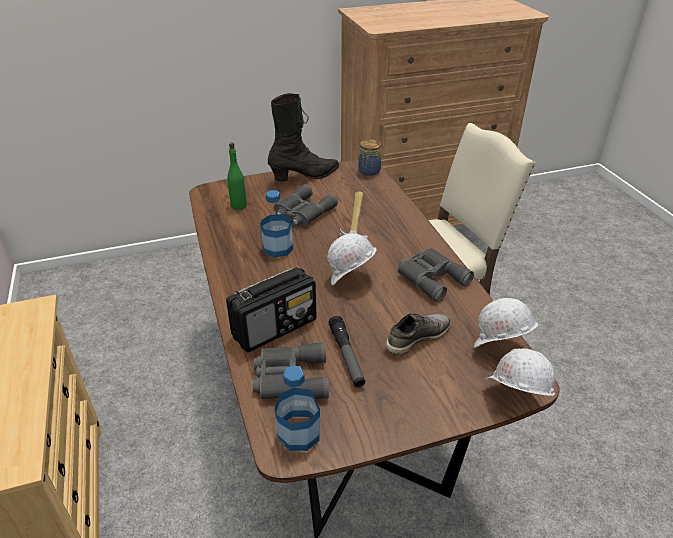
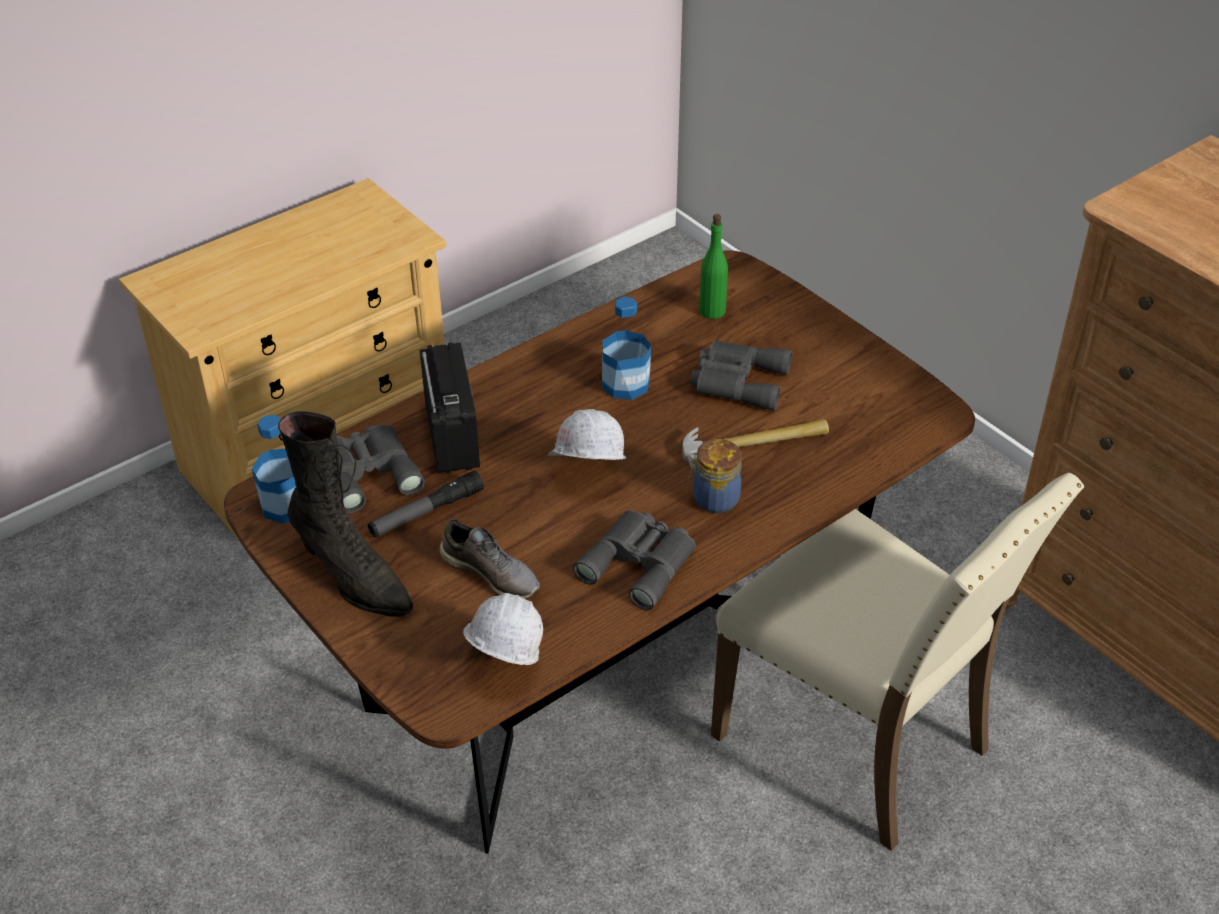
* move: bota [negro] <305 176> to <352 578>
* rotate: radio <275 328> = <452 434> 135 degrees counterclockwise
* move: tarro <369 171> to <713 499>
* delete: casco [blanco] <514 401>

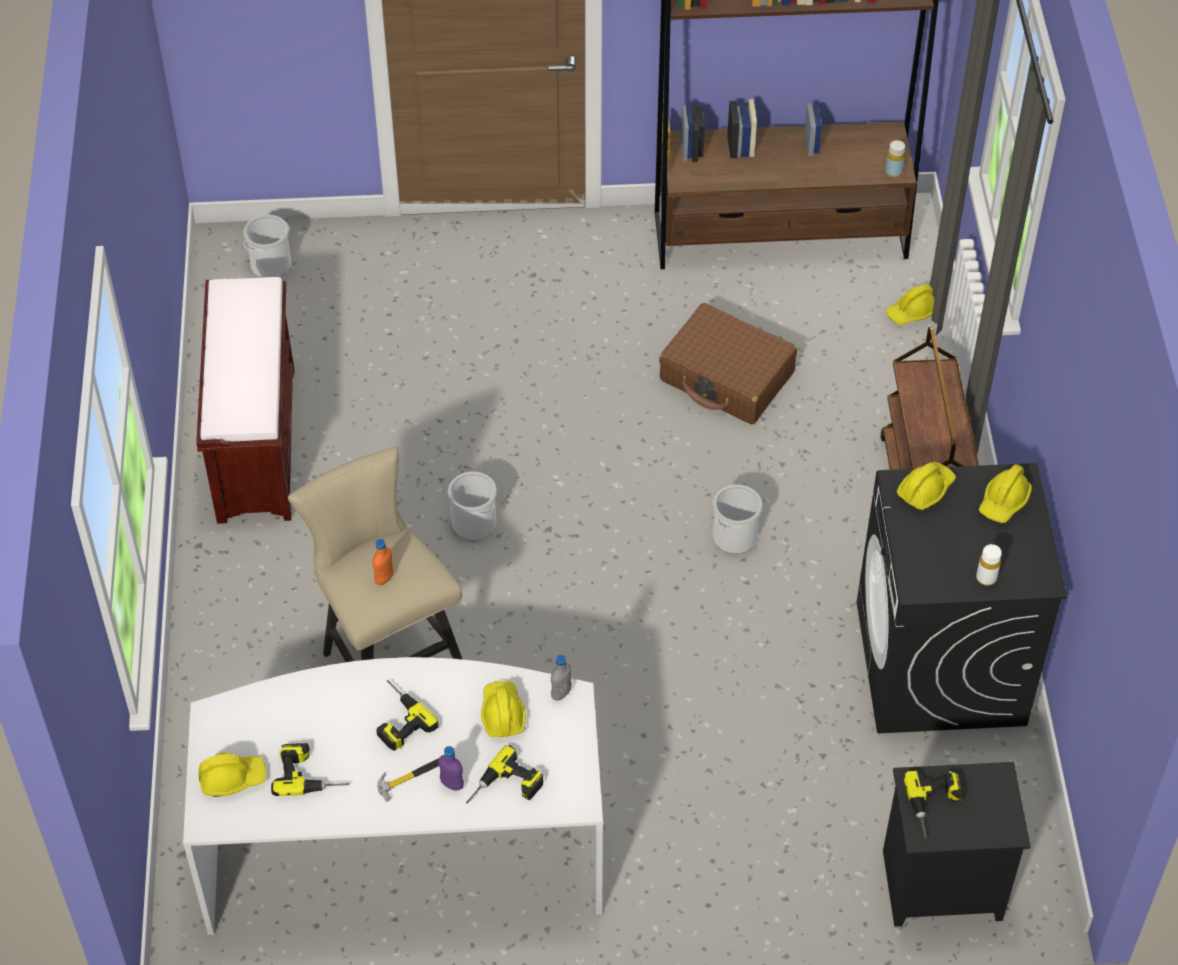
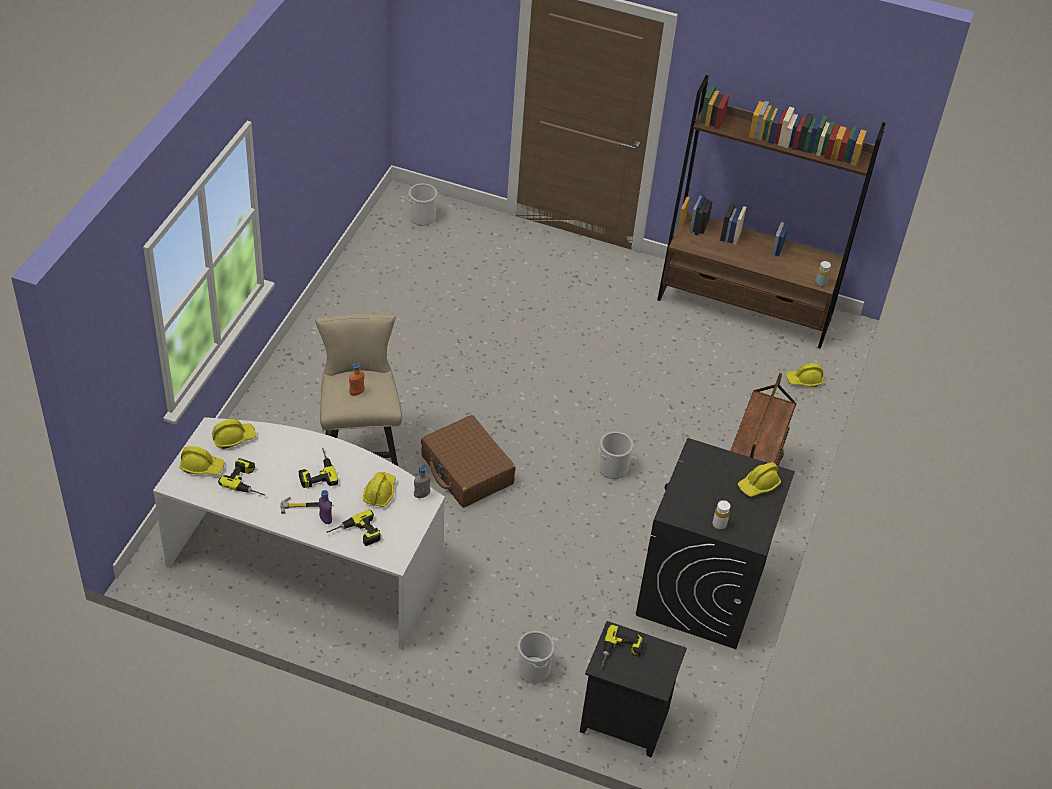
* move: casco [amarillo] <925 489> to <233 438>
* move: maleta [marrón] <727 377> to <467 470>
* move: cubo <473 523> to <533 669>
* delete: banco [marrón] <255 442>

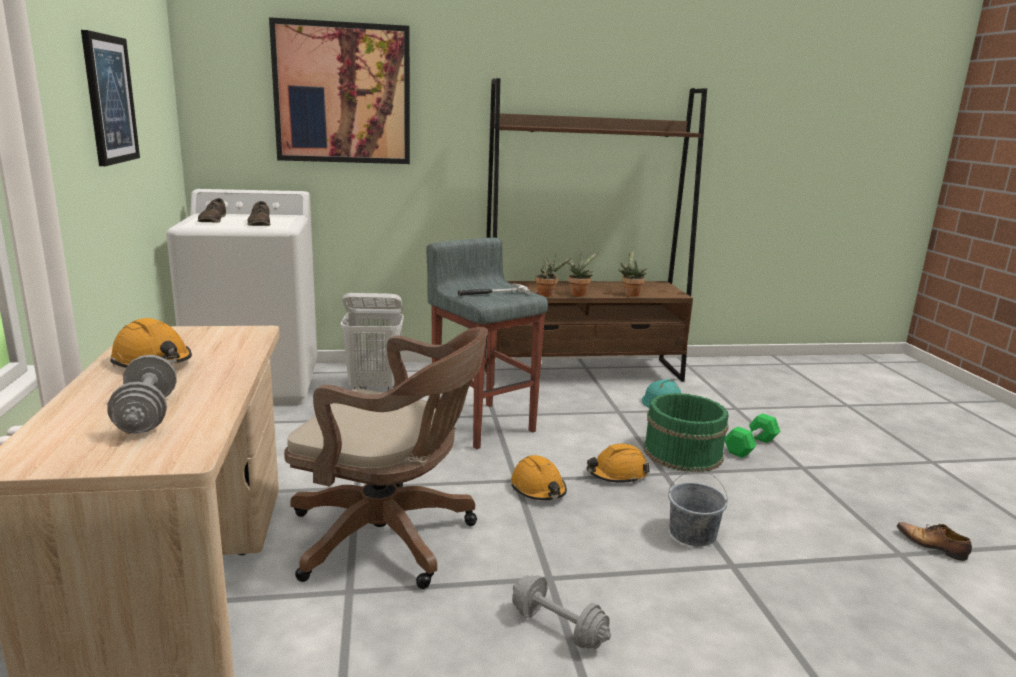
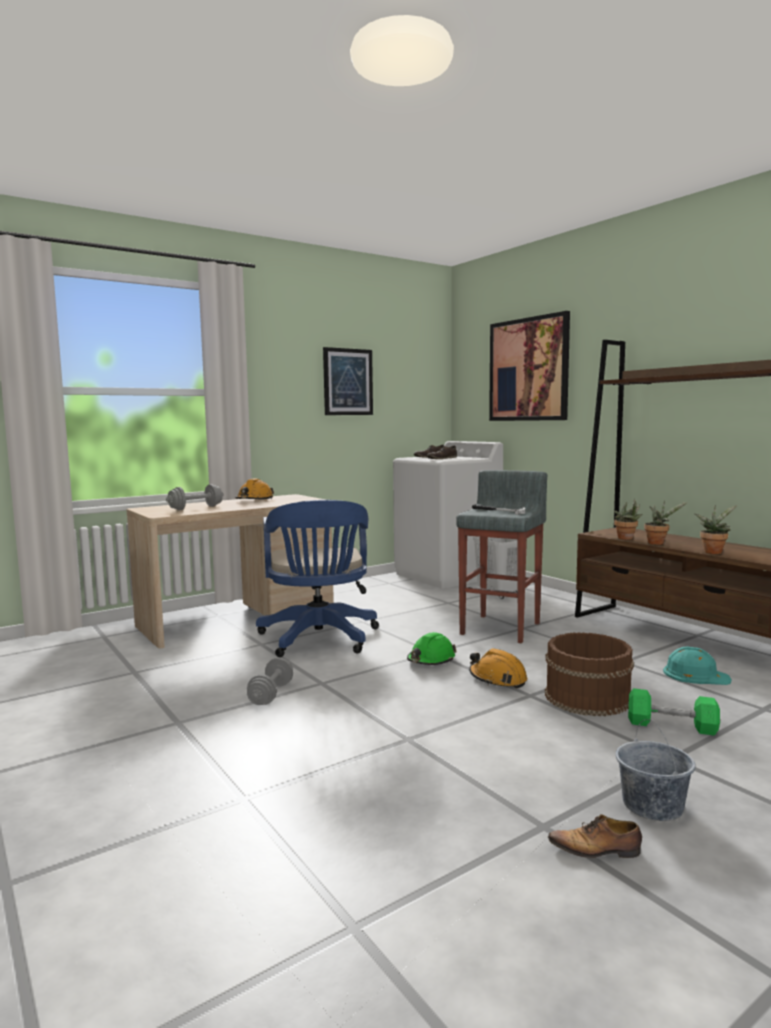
* recolor: silla de oficina [marrón] <390 538> to silla de oficina [azul] <319 640>
* recolor: casco [naranja] <538 489> to casco [verde] <431 660>
* recolor: cubo [verde] <682 453> to cubo [marrón] <586 697>
* rotate: zapato <932 546> = <596 850> 105 degrees counterclockwise
* move: cubo [gris] <693 534> to <652 805>

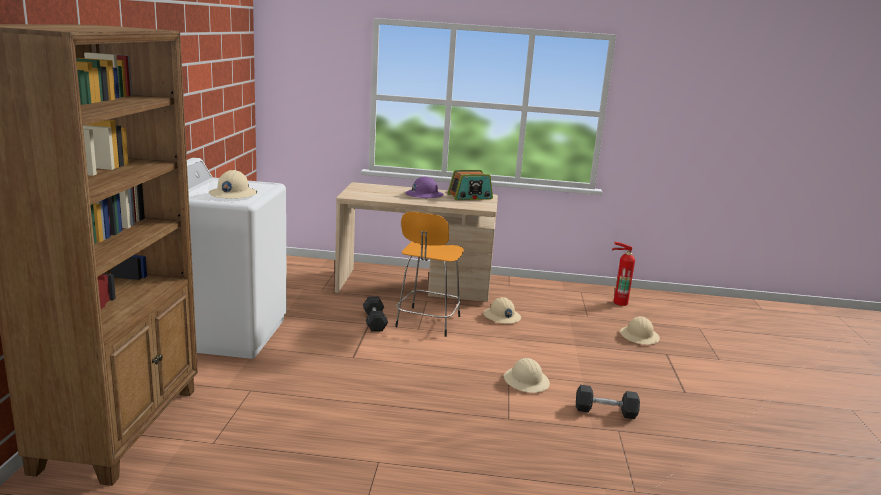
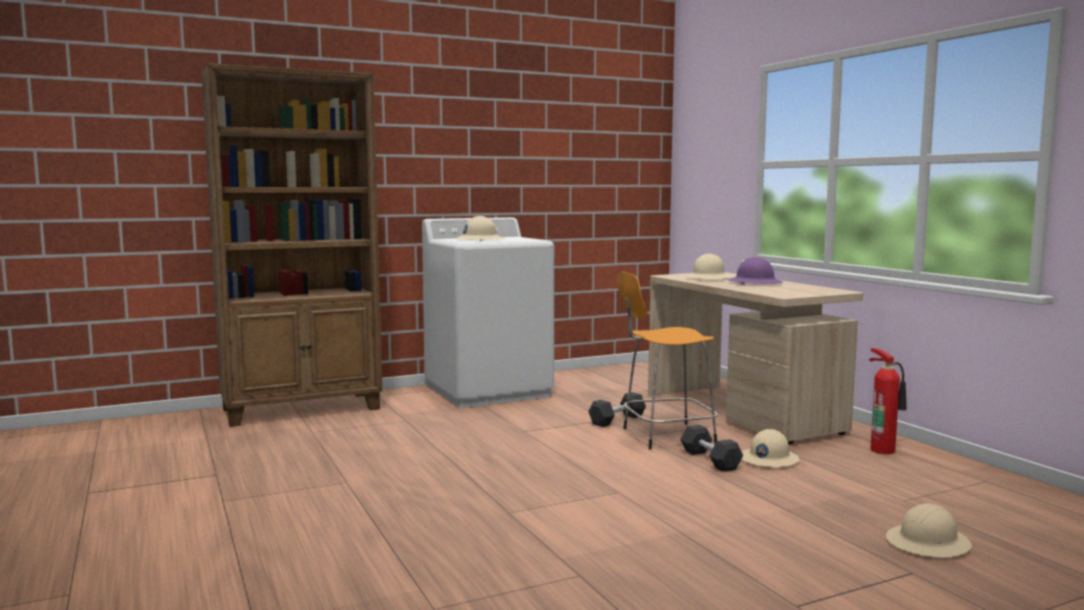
* move: mancuerna [gris] <605 411> to <710 460>
* move: casco [beis] <526 381> to <708 278>
* move: extintor <619 302> to <883 450>
* delete: radio <470 197>

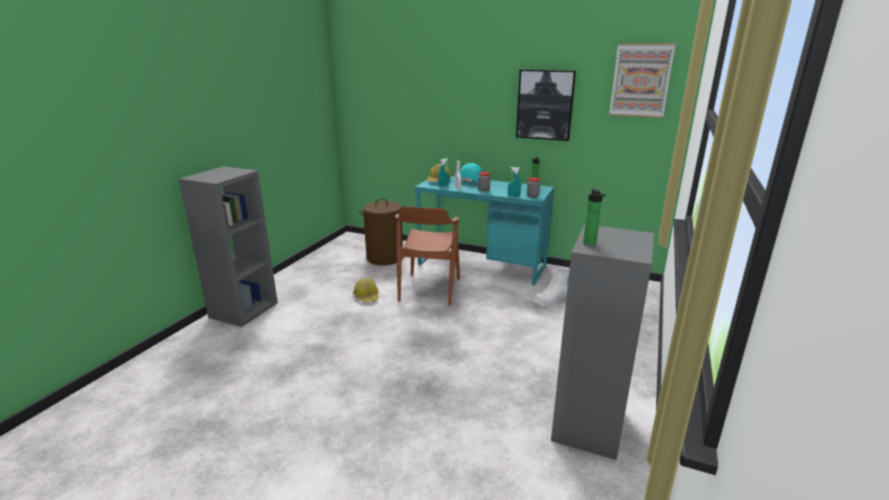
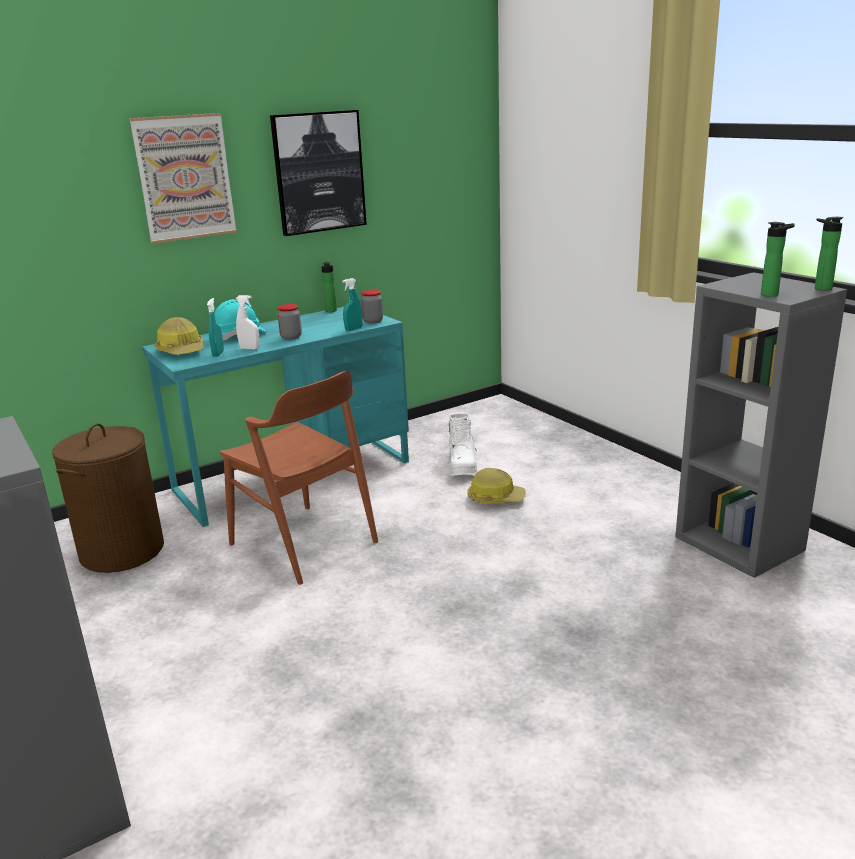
* move: cuadro <640 80> to <184 178>
* move: casco <367 296> to <495 498>
* insert: botella <820 288>

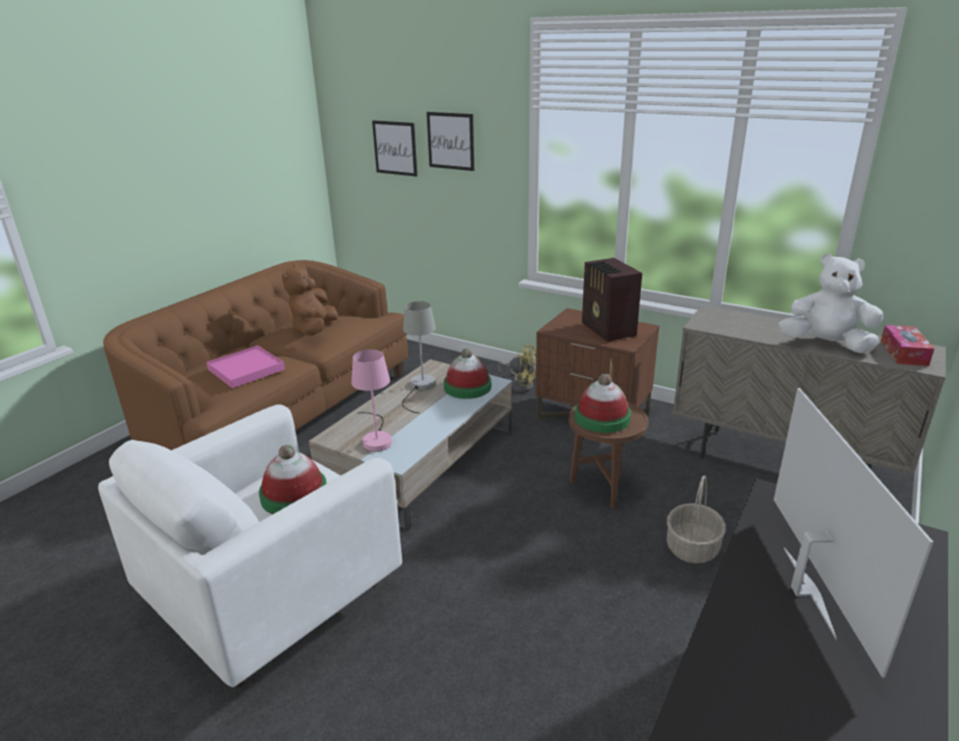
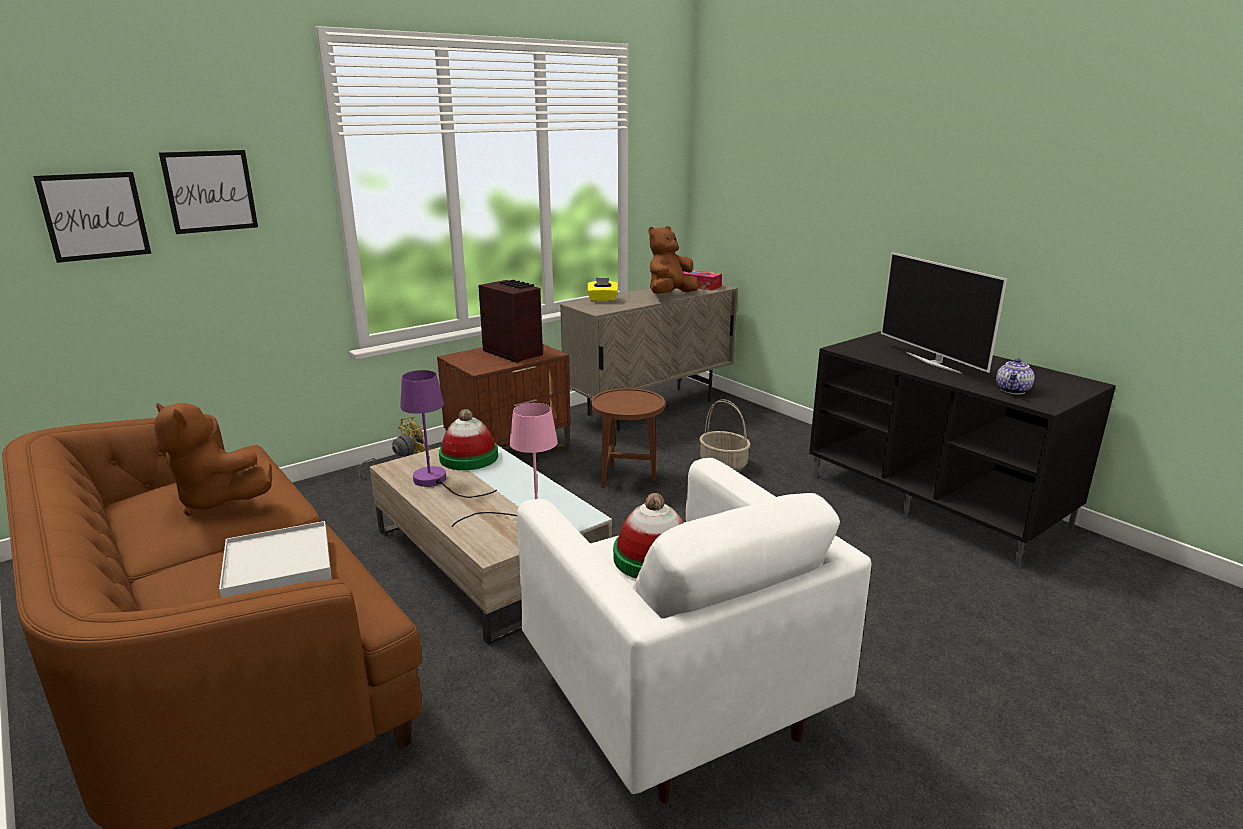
* recolor: bandeja [rosa] <246 369> to bandeja [blanco] <278 565>
* recolor: lámpara de mesa [gris] <420 388> to lámpara de mesa [morado] <437 482>
* rotate: radio <608 330> = <513 353> 135 degrees counterclockwise
* insert: caja de pañuelos [amarillo] <602 300>
* recolor: peluche [blanco] <825 345> to peluche [marrón] <670 295>
* rotate: televisor <805 590> = <933 362> 135 degrees counterclockwise
* insert: tetera <1013 391>
* delete: sombrero <602 418>

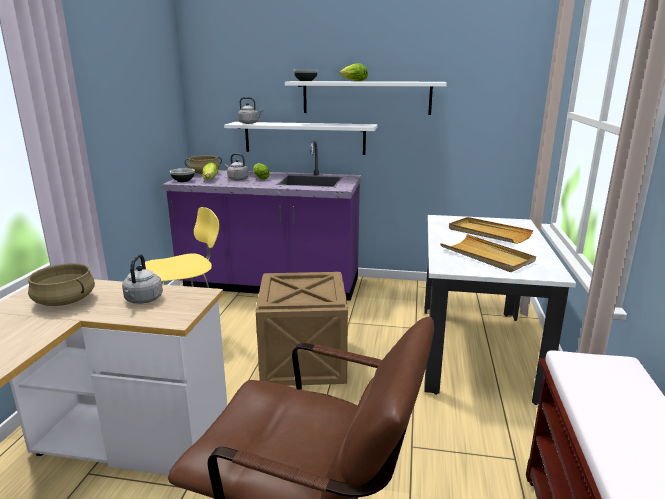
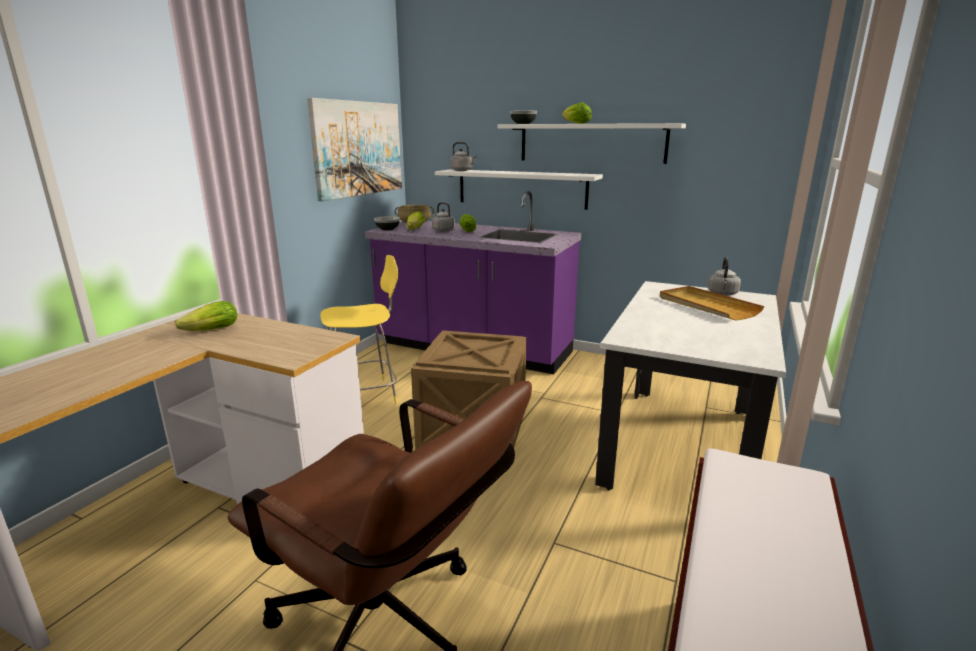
* replace: olla [beis] <65 300> to lechuga <208 331>
* insert: cuadro <358 148>
* move: hervidor [gris] <143 300> to <722 294>
* delete: bandeja [beis] <487 256>

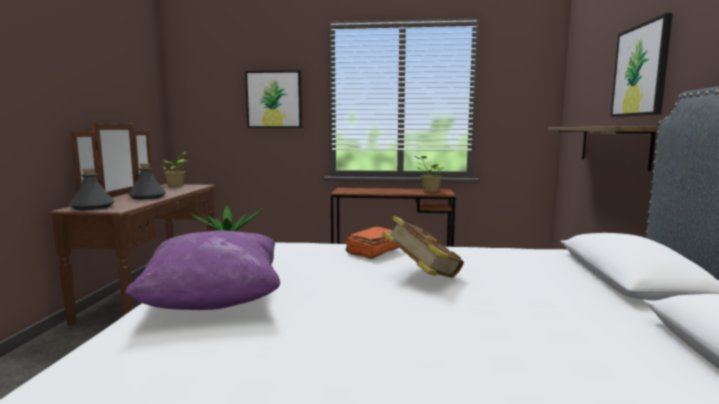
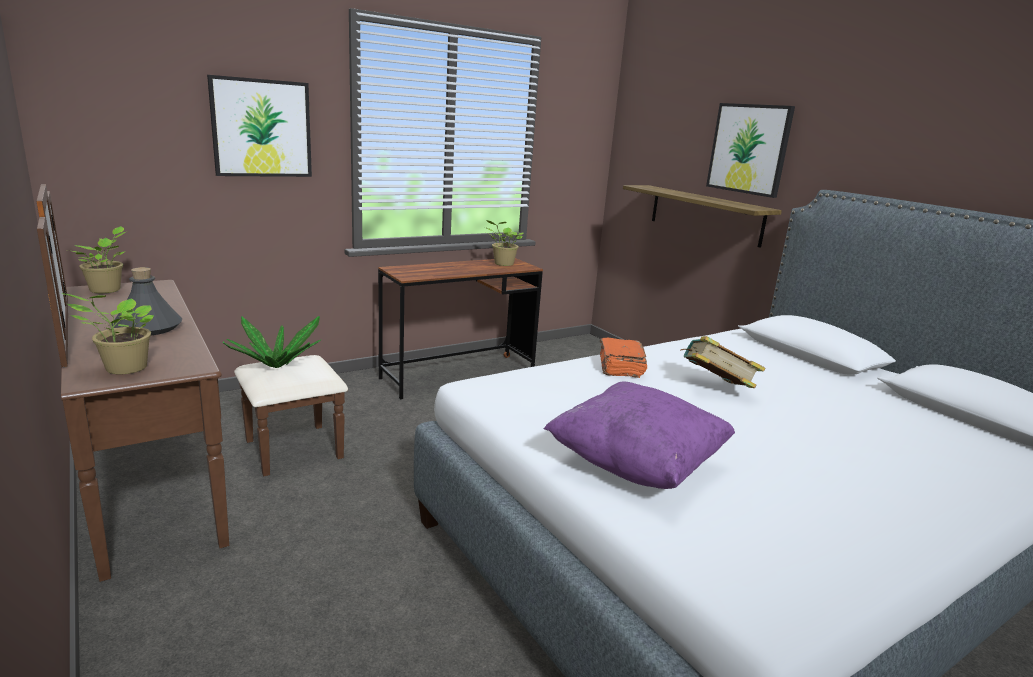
* replace: botella [gris] <93 207> to planta en maceta <123 369>

